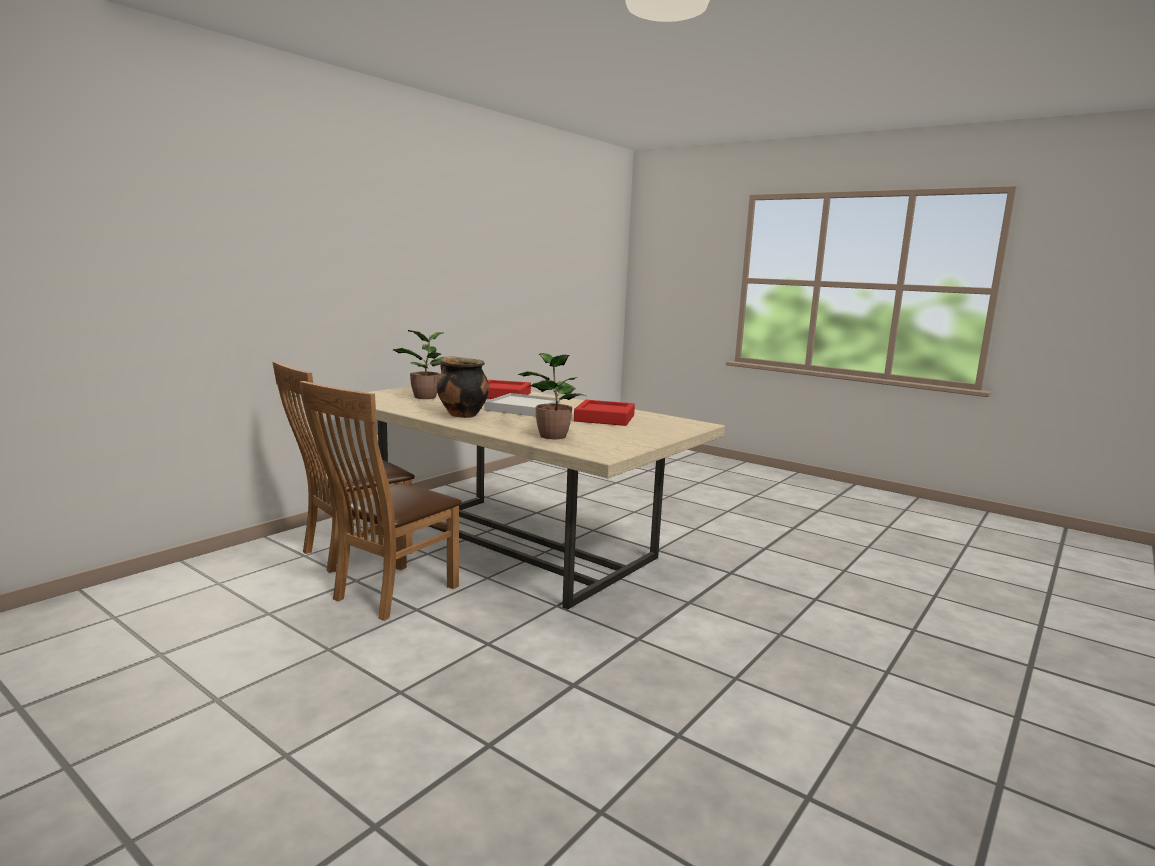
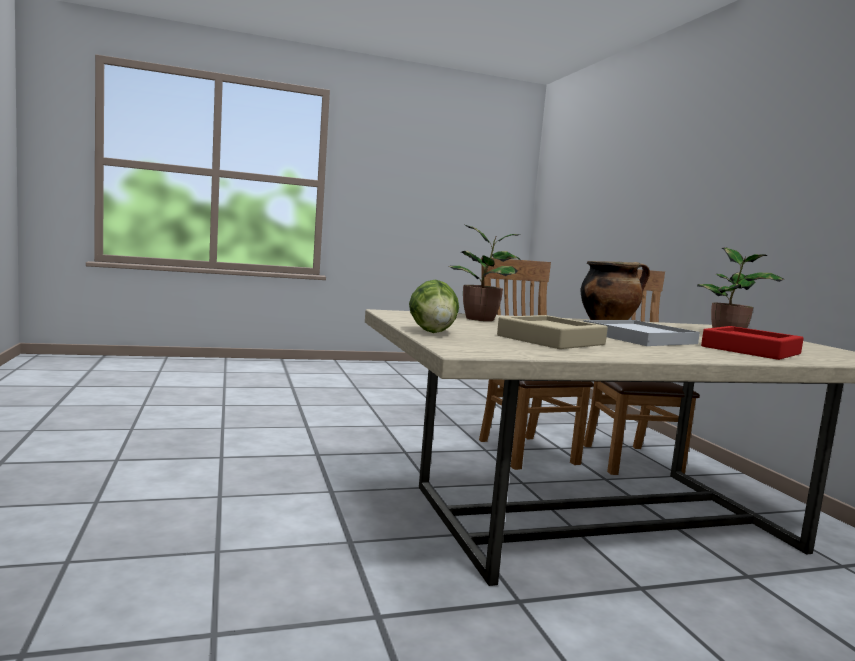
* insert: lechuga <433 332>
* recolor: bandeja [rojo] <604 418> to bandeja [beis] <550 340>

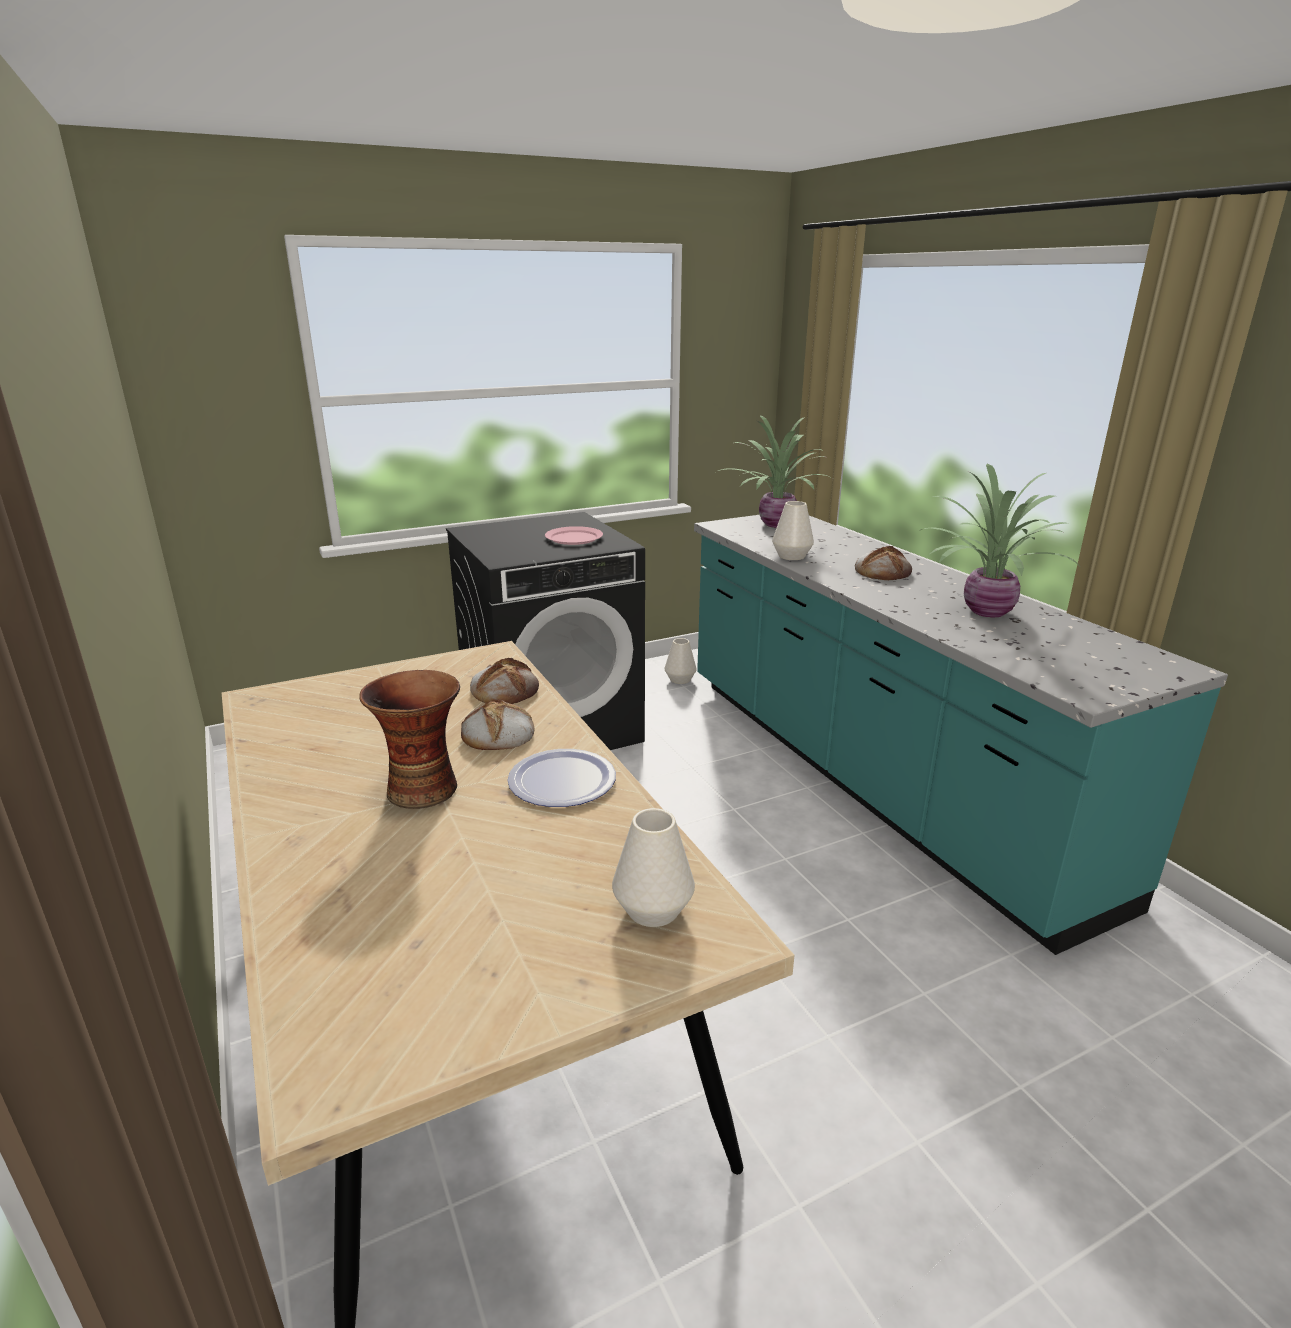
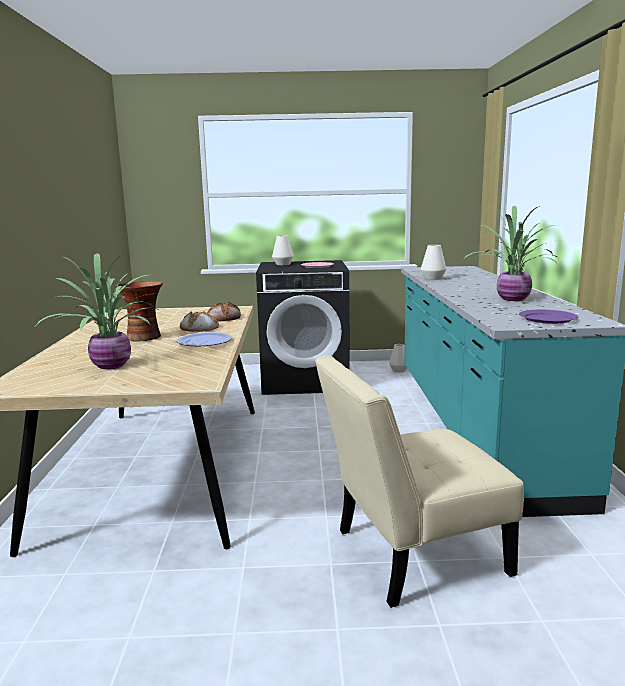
* move: planta en maceta <775 524> to <111 365>
* move: florero [blanco] <653 909> to <283 264>
* insert: silla [beis] <411 554>
* insert: plato [morado] <548 319>
* delete: pan <882 571>

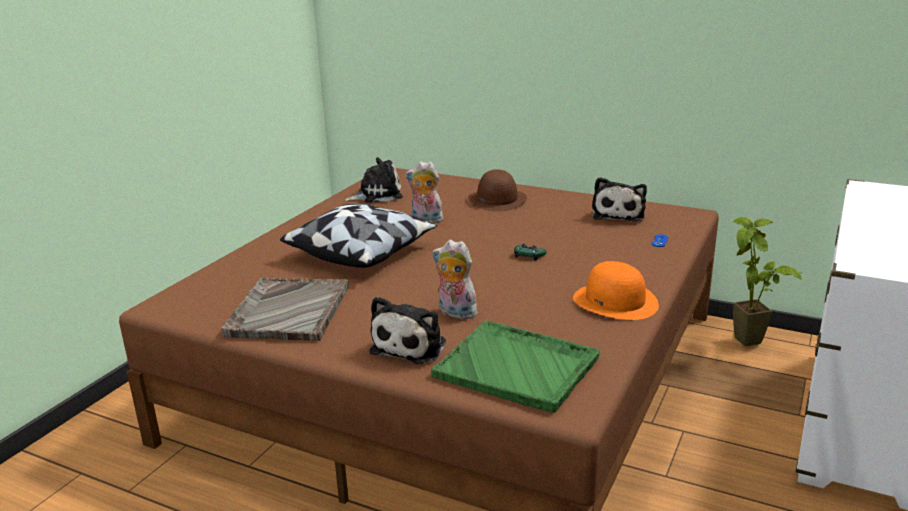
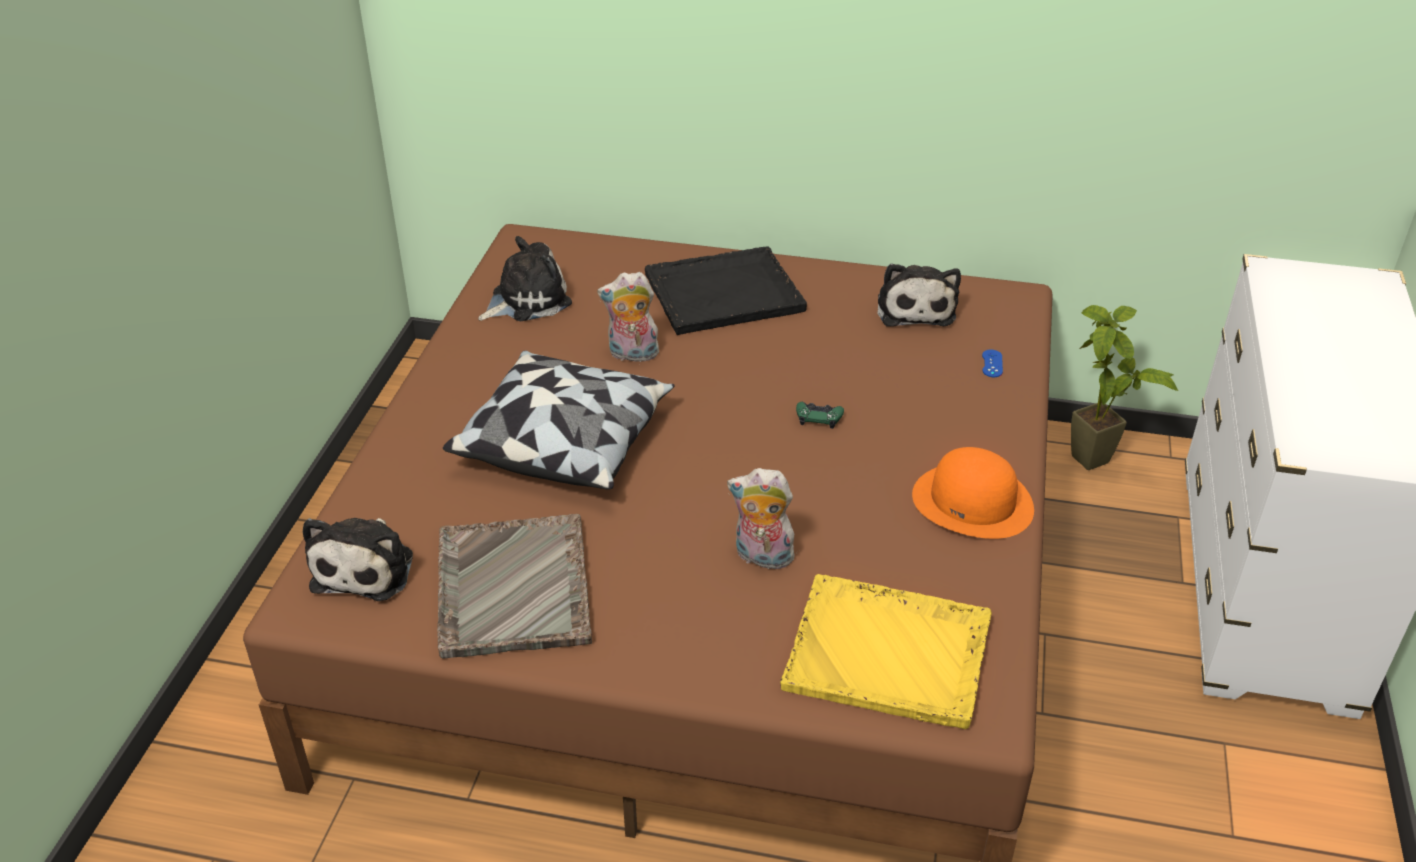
* move: peluche <411 345> to <366 567>
* replace: sombrero [marrón] <497 200> to bandeja [negro] <722 293>
* recolor: bandeja [verde] <517 368> to bandeja [amarillo] <889 654>

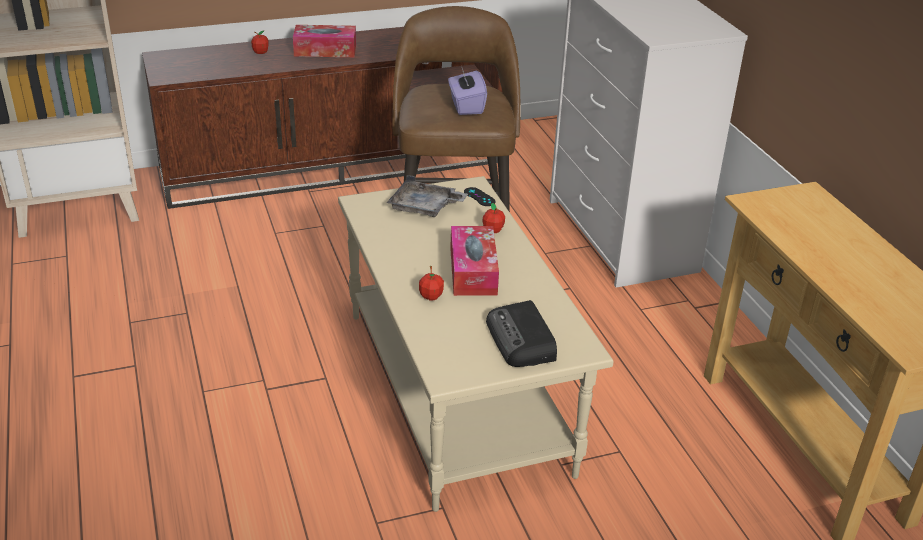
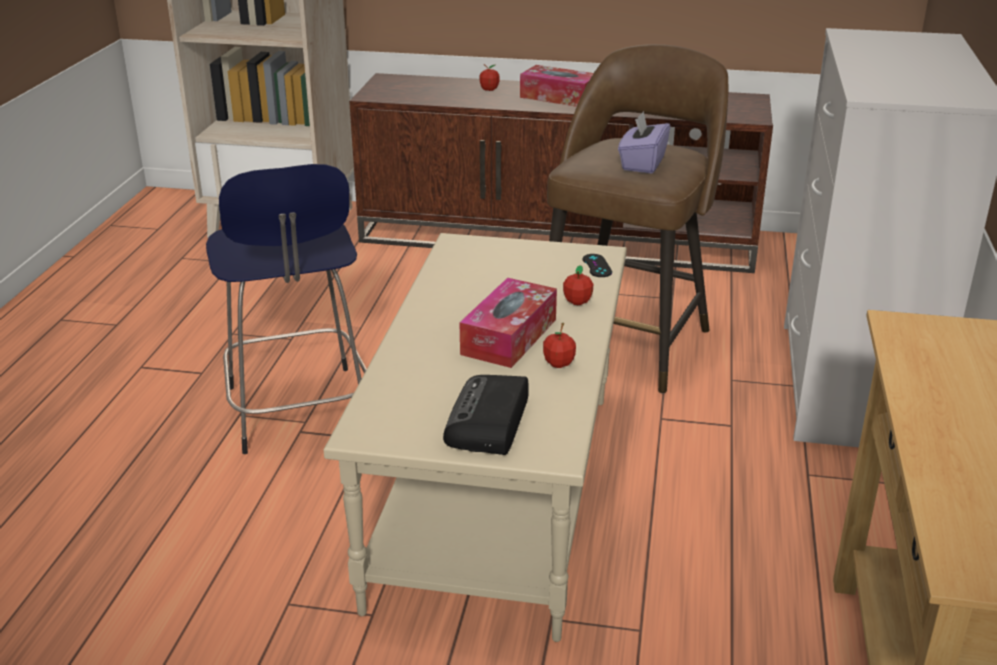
* insert: taburete [azul] <298 412>
* move: manzana <431 296> to <558 364>
* delete: bandeja [gris] <425 207>

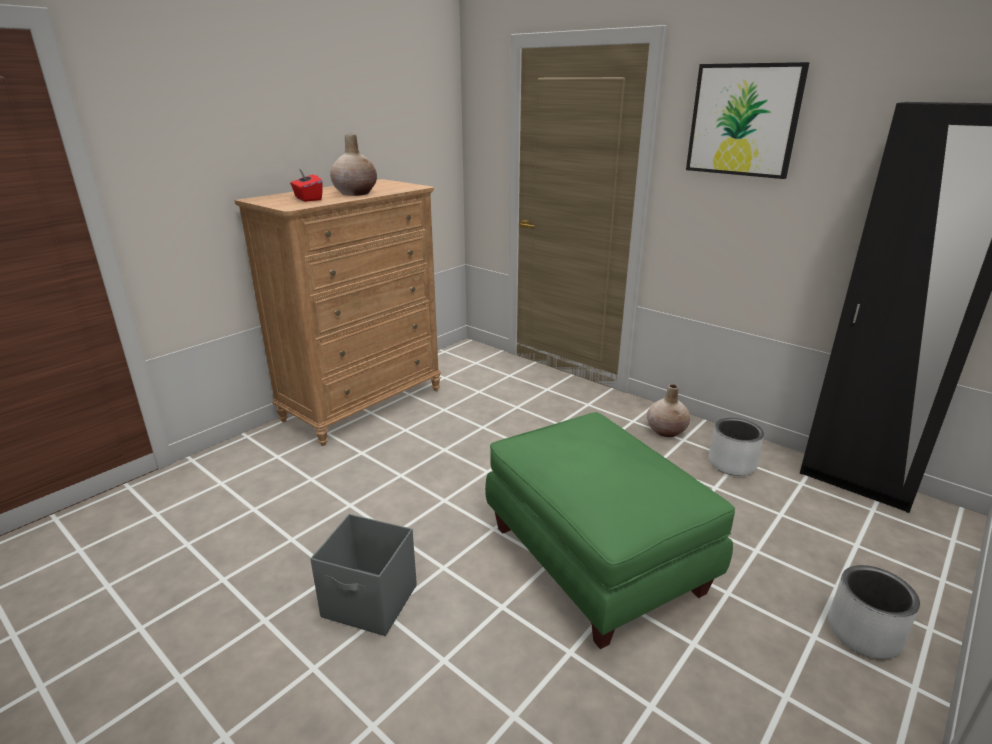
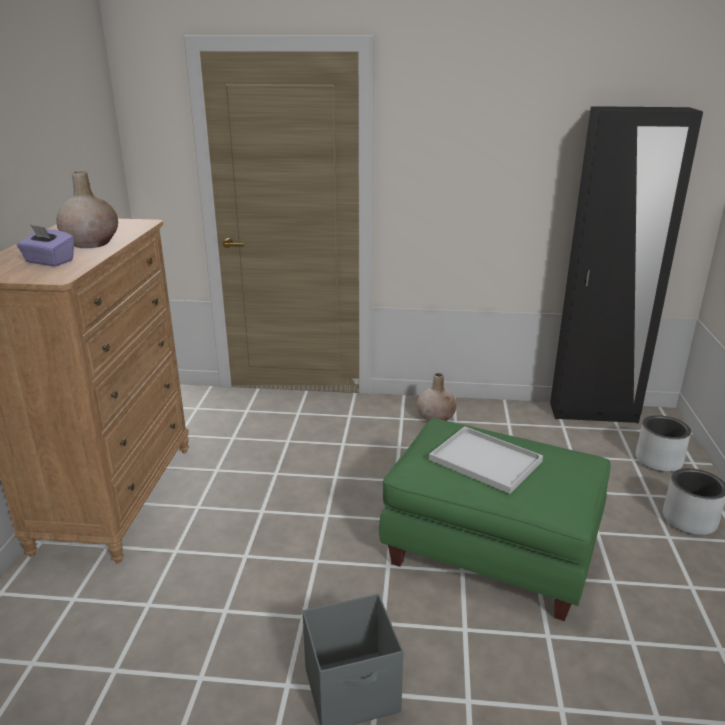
* recolor: caja de pañuelos [rojo] <307 199> to caja de pañuelos [morado] <49 262>
* insert: bandeja [blanco] <487 460>
* move: maceta [gris] <732 464> to <659 460>
* delete: cuadro <743 120>

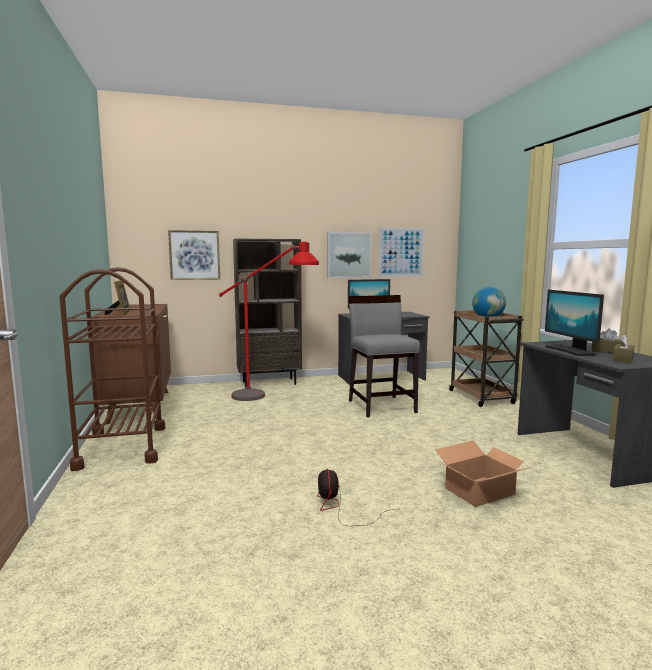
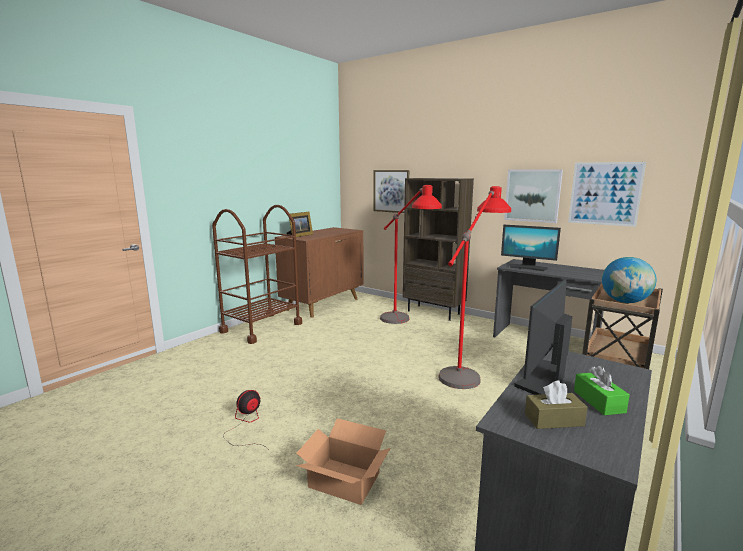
* replace: silla [gris] <382 406> to lámpara de pie [rojo] <470 367>
* recolor: caja de pañuelos [marrón] <607 351> to caja de pañuelos [verde] <598 401>

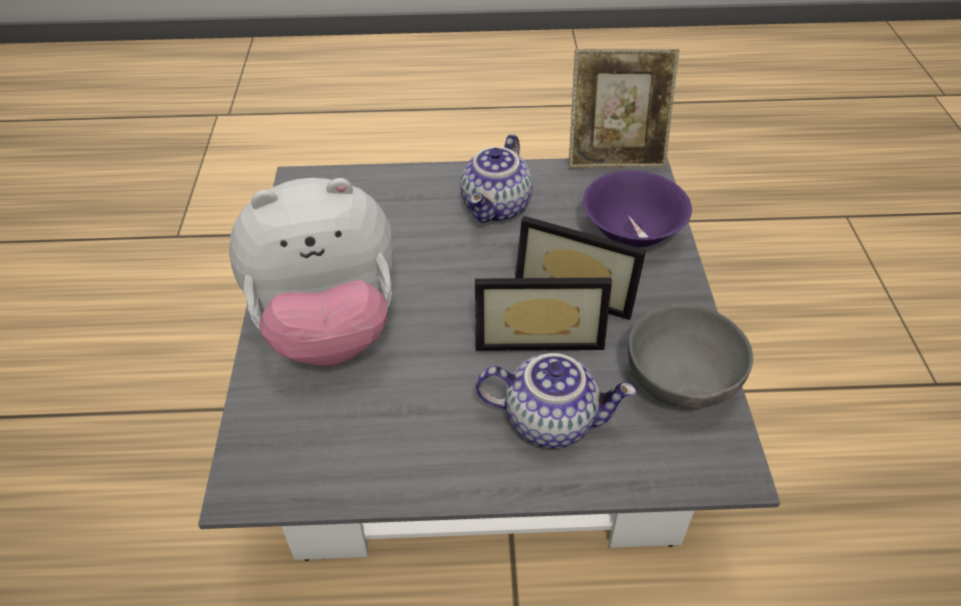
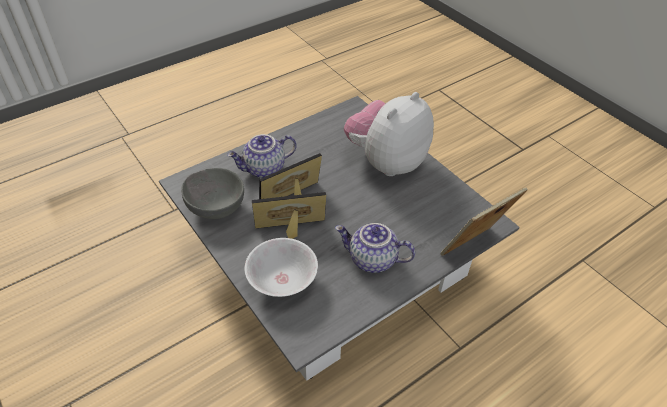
* recolor: cuenco [morado] <631 233> to cuenco [blanco] <282 281>
* rotate: tetera <497 208> = <372 260> 60 degrees counterclockwise
* move: portarretratos <615 156> to <474 248>

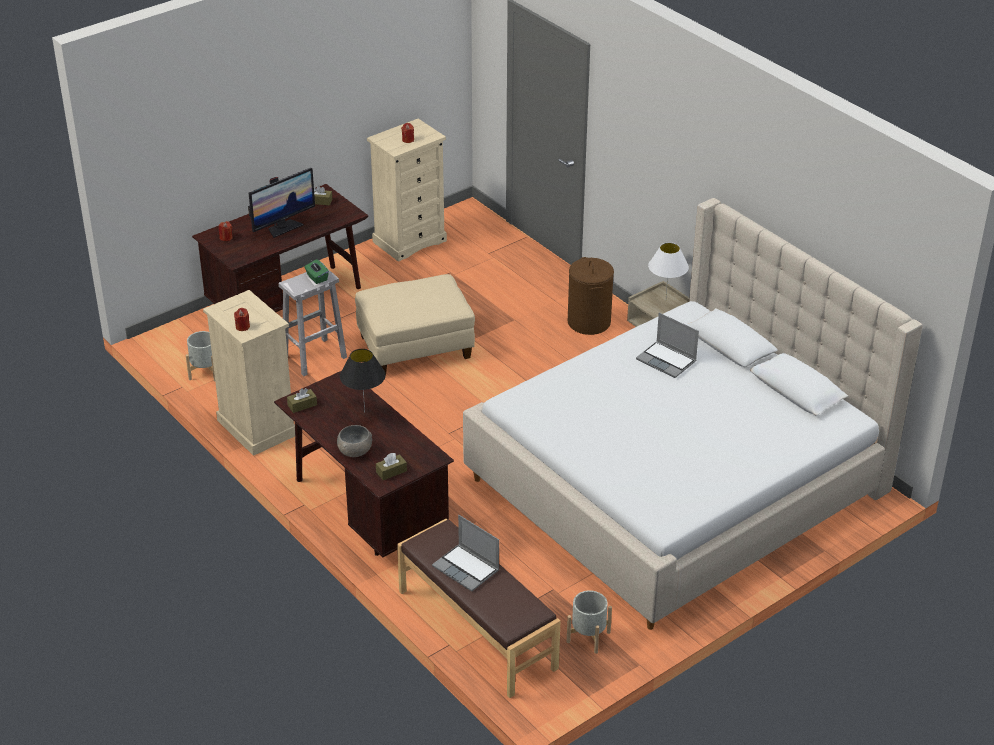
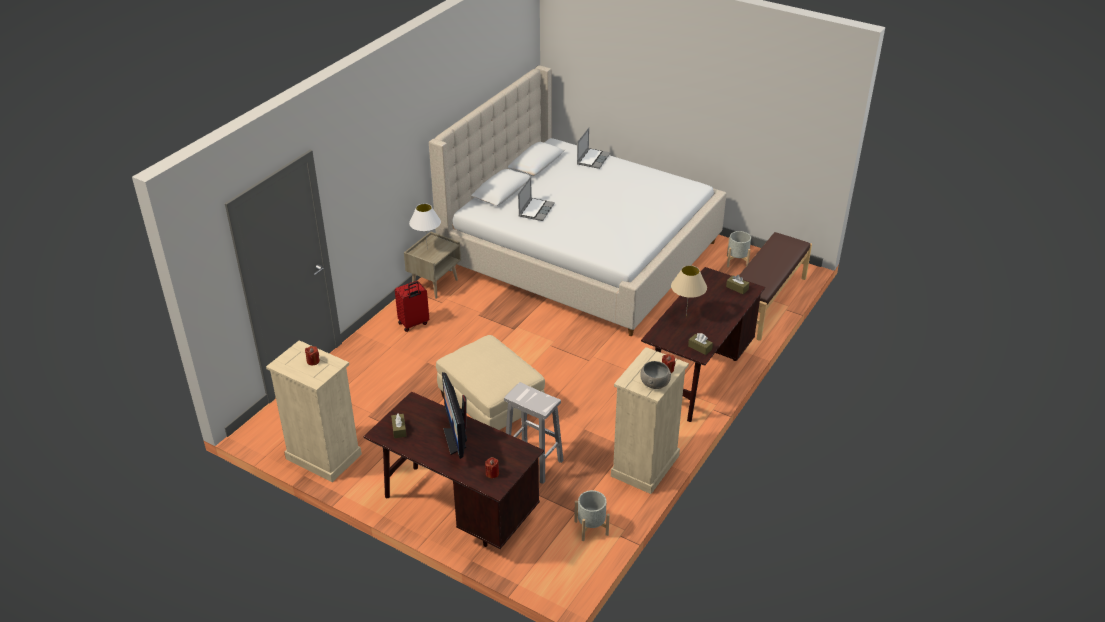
* replace: cesto de la ropa [marrón] <588 322> to maleta [rojo] <414 324>
* rotate: monitor <283 227> = <456 440> 135 degrees counterclockwise
* move: portátil <467 569> to <593 159>
* move: cuenco [gris] <355 451> to <654 383>
* recolor: lámpara de mesa [negro] <364 413> to lámpara de mesa [beis] <686 316>
* delete: caja de pañuelos [verde] <316 278>

